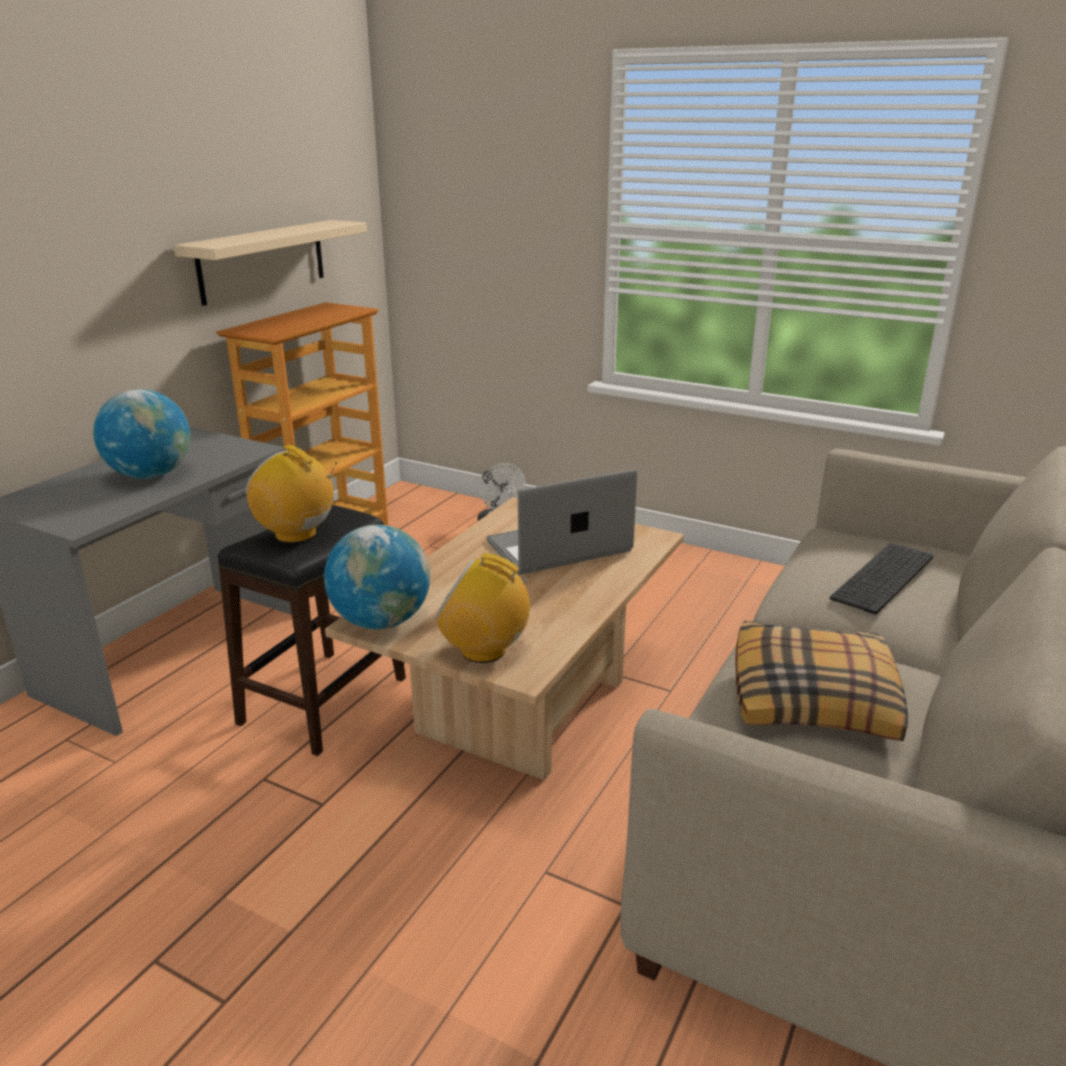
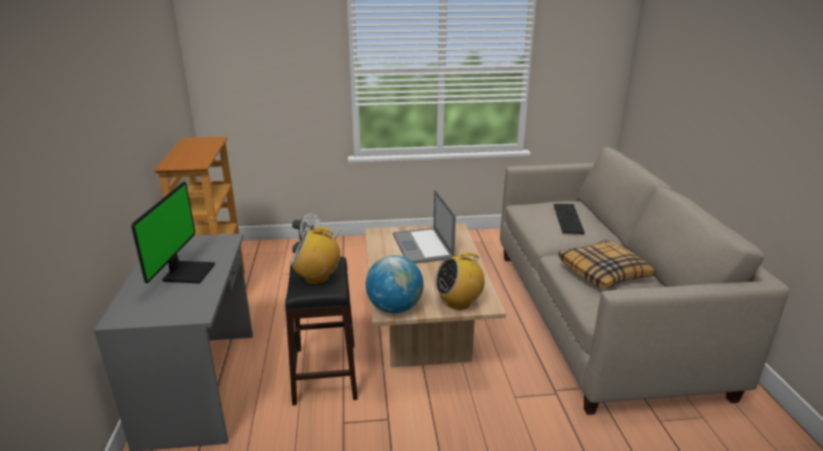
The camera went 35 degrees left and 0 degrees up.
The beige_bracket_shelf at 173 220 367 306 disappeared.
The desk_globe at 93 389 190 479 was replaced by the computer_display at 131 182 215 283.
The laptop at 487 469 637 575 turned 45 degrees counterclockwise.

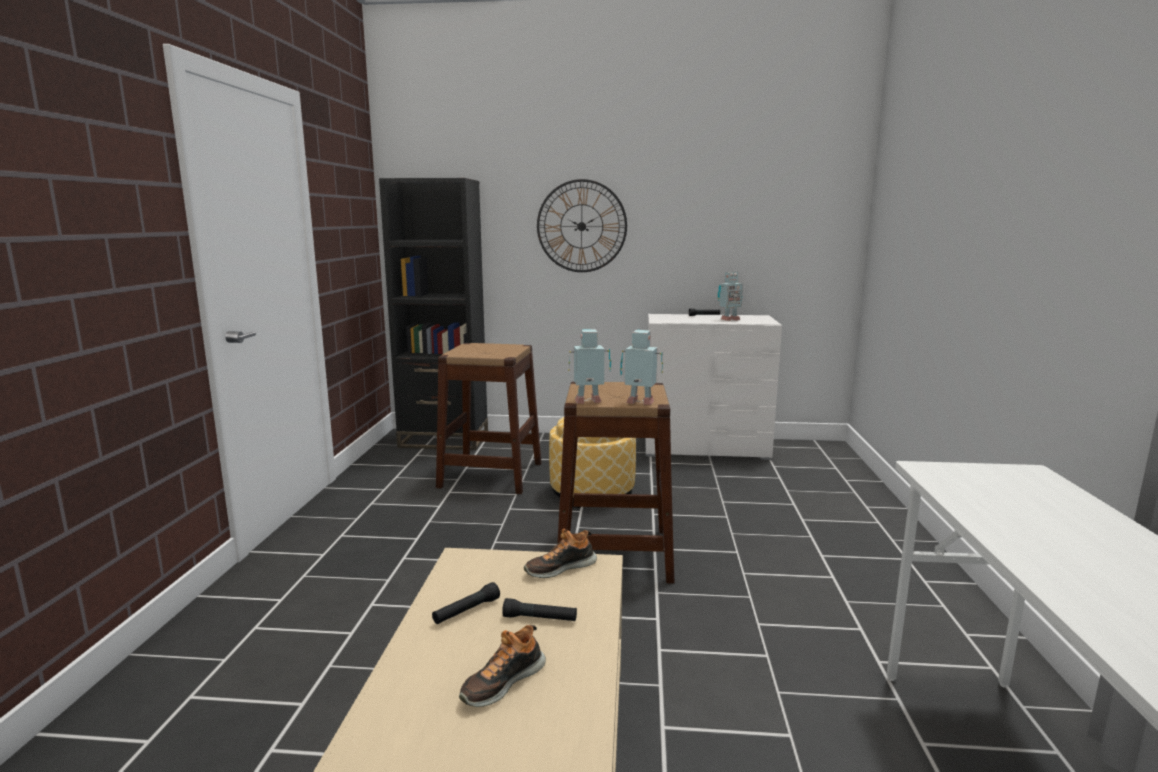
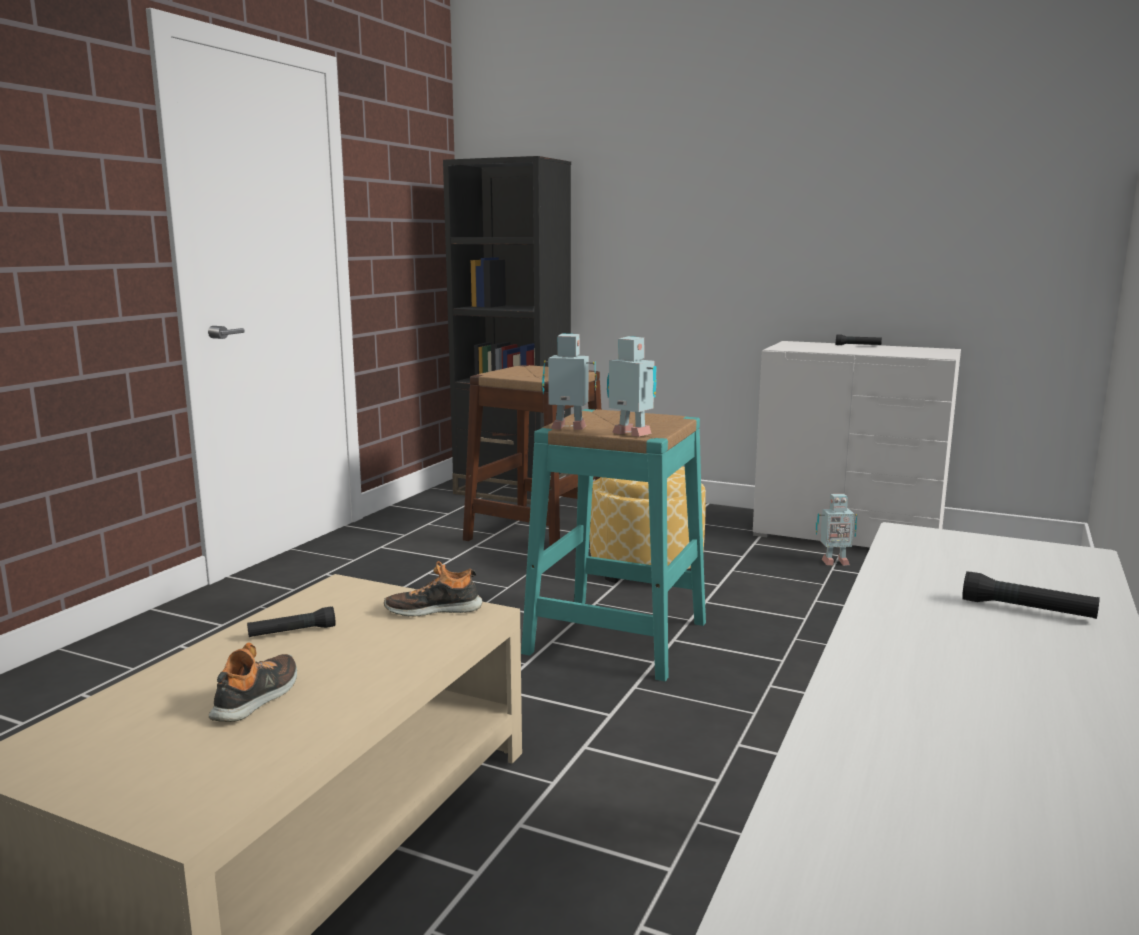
The camera went 20 degrees right and 0 degrees up.
The wall_clock at 537 179 627 272 disappeared.
The toy_robot moved from 718 272 743 321 to 816 494 858 566.
The brownish_stool_seat at 557 382 675 584 became the turquoise_stool_seat at 521 409 706 681.
The black-coloured_torch moved from 502 598 577 621 to 962 571 1100 619.
The shoe at 459 625 546 707 turned 135 degrees clockwise.

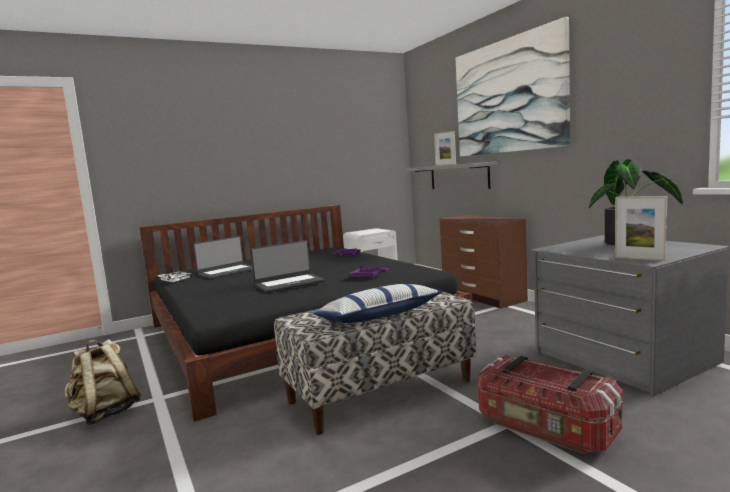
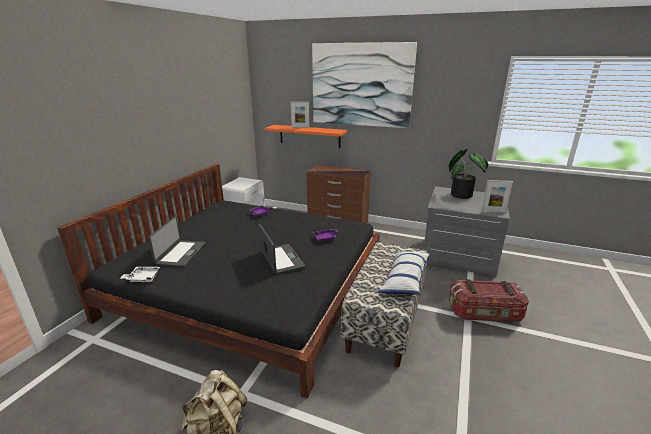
The camera went 40 degrees left and 15 degrees up.
The gray_bracket_shelf at 406 162 497 189 became the orangey_bracket_shelf at 264 125 347 148.
The laptop at 250 240 325 293 turned 45 degrees counterclockwise.

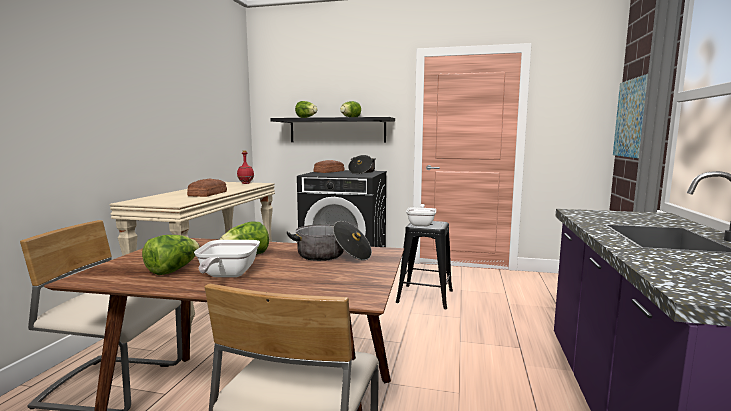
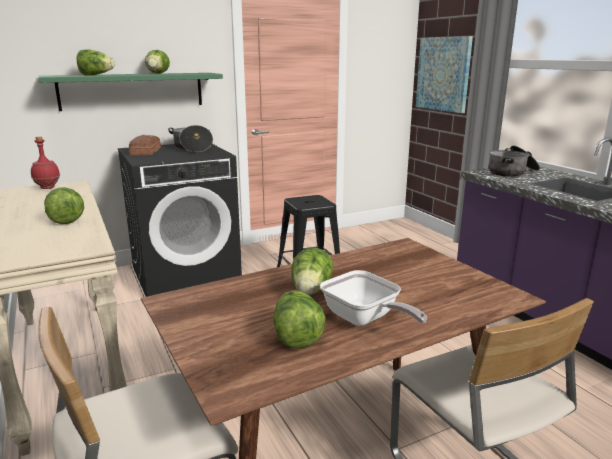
The camera went 40 degrees left and 10 degrees up.
The black-coloured_bracket_shelf at 271 117 395 143 became the green_bracket_shelf at 38 73 223 111.
The baked_bread at 187 179 227 197 was replaced by the lettuce_head at 44 187 84 224.
The frying_pan at 406 204 436 226 disappeared.
The stockpot moved from 287 221 372 261 to 489 145 540 177.

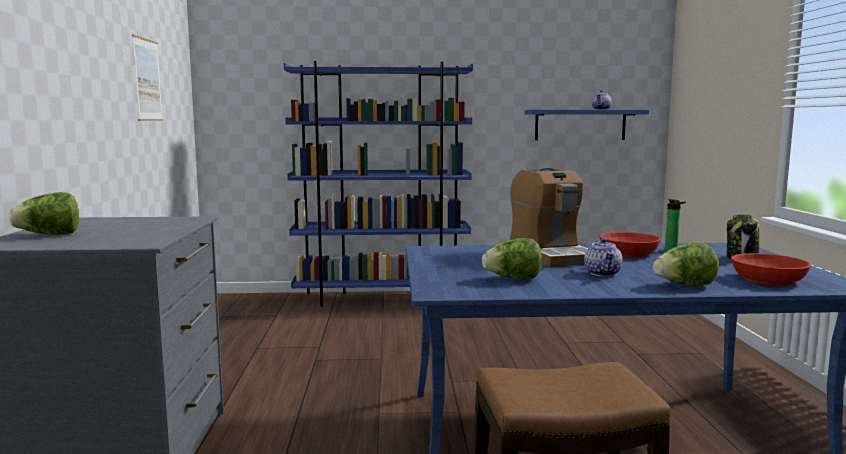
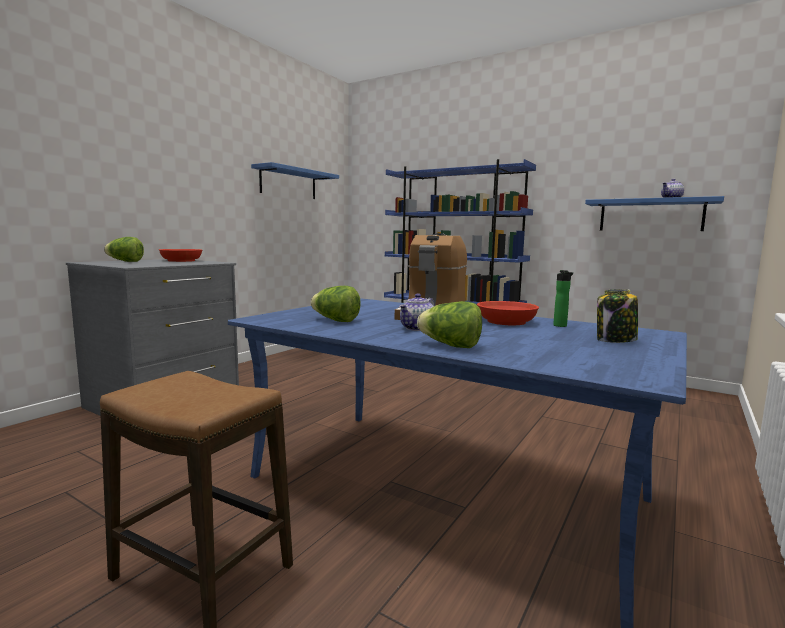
The camera went 35 degrees right and 0 degrees up.
The picture at 132 35 163 121 was replaced by the blue_bracket_shelf at 251 162 339 199.
The red-coloured_bowl moved from 731 253 812 286 to 159 249 202 262.

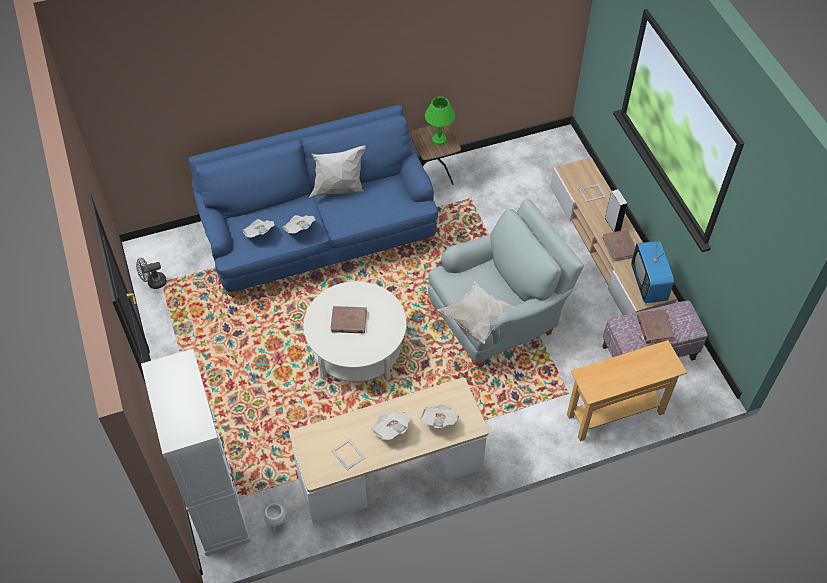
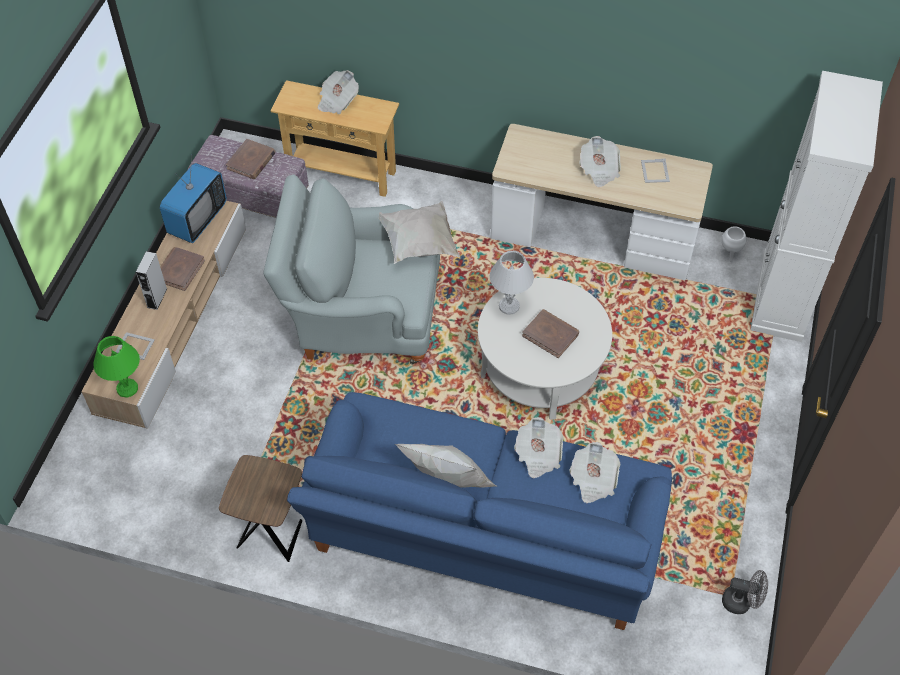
The camera went 145 degrees left and 0 degrees up.
The green_table_lamp moved from 425 97 455 145 to 93 336 140 398.
The daily_paper moved from 420 403 459 428 to 318 70 359 114.
The white_table_lamp at 490 251 534 315 appeared.

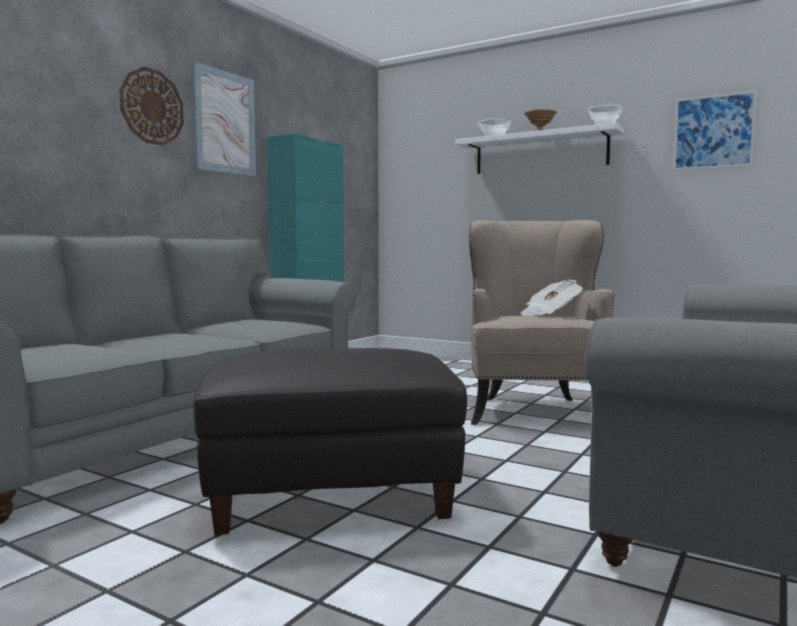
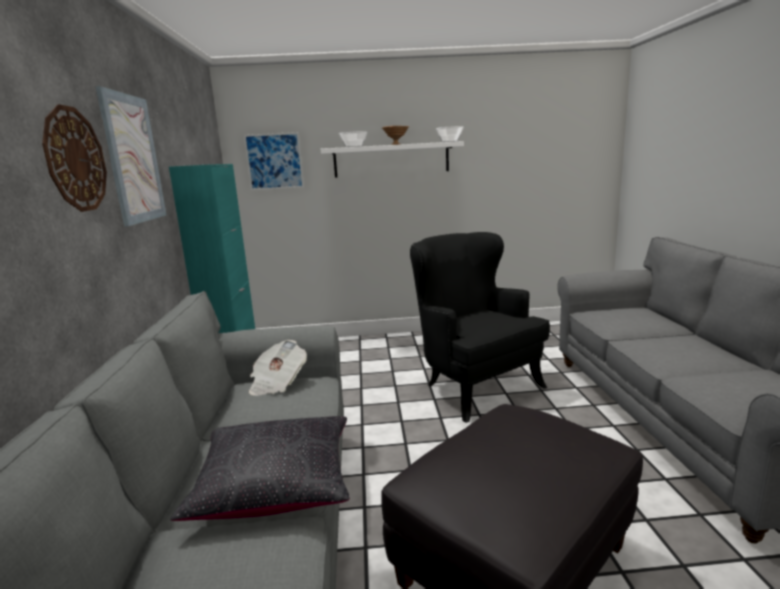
The camera went 35 degrees left and 10 degrees up.
The picture moved from 673 90 757 171 to 244 132 304 190.
The beige_armchair at 468 220 614 425 became the black-coloured_armchair at 410 232 550 423.
The daily_paper moved from 520 280 583 316 to 249 340 307 396.
The black-coloured_cushion at 170 416 350 521 appeared.

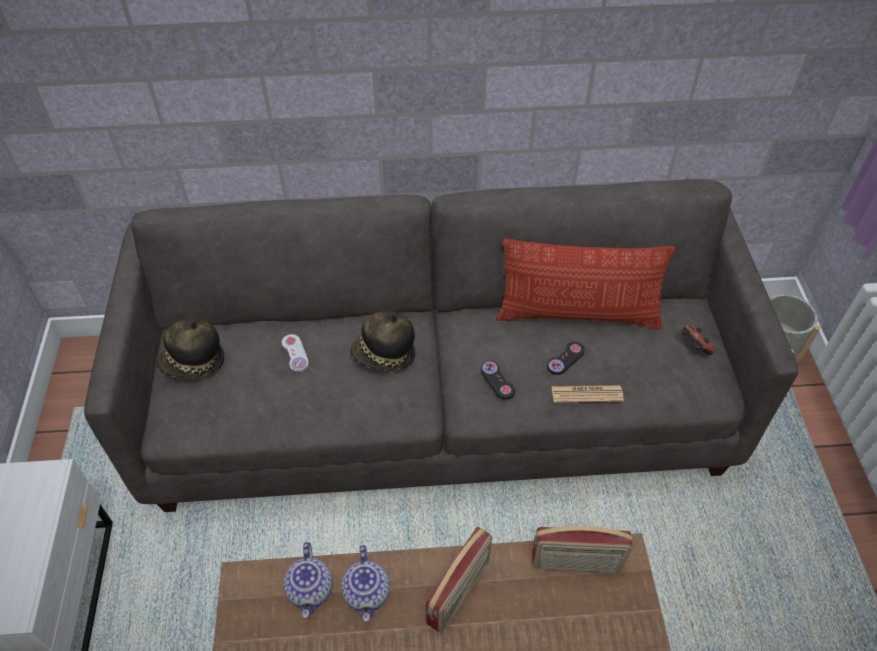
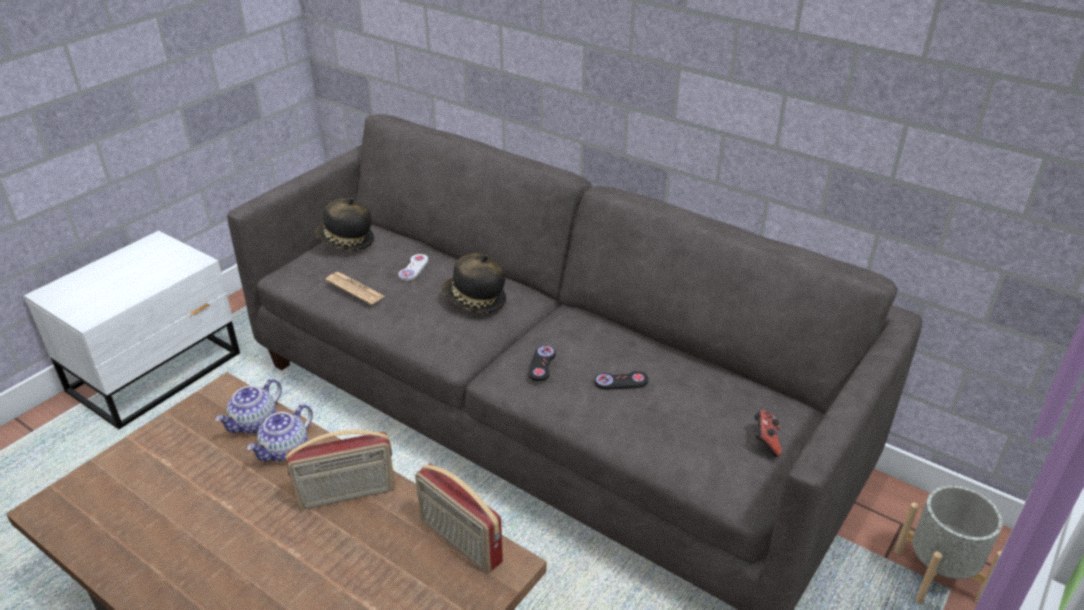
The camera went 40 degrees right and 15 degrees down.
The cushion at 496 239 676 329 disappeared.
The daily_paper moved from 552 385 624 403 to 326 272 385 304.

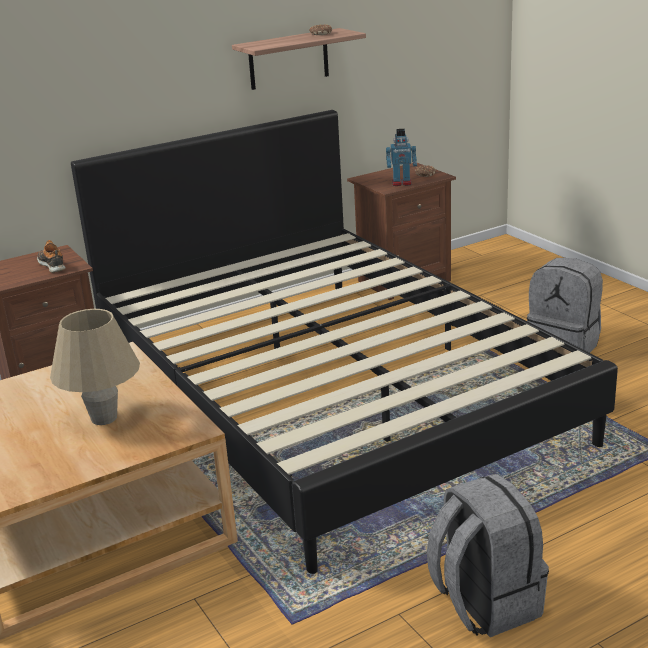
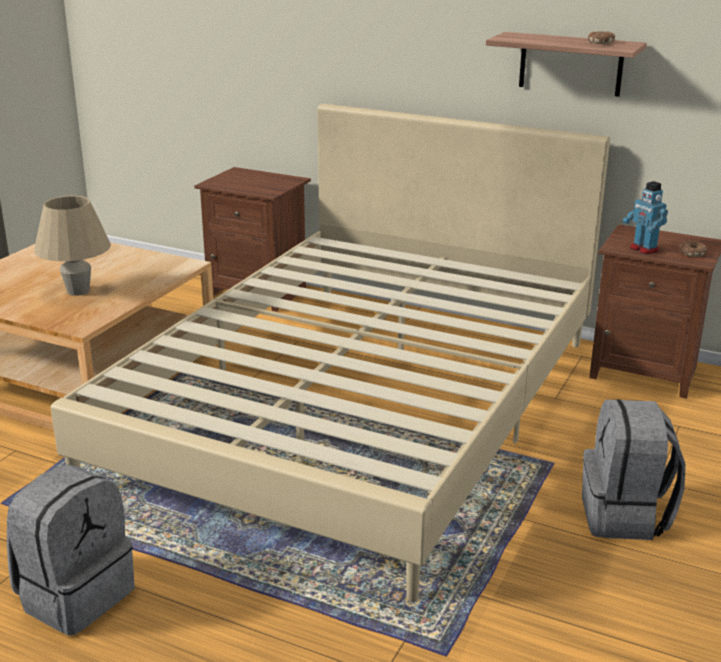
The camera went 55 degrees right and 0 degrees up.
The black-coloured_bedroom_bed at 71 110 618 574 became the beige_bedroom_bed at 51 104 610 601.
The shoe at 37 240 66 273 disappeared.

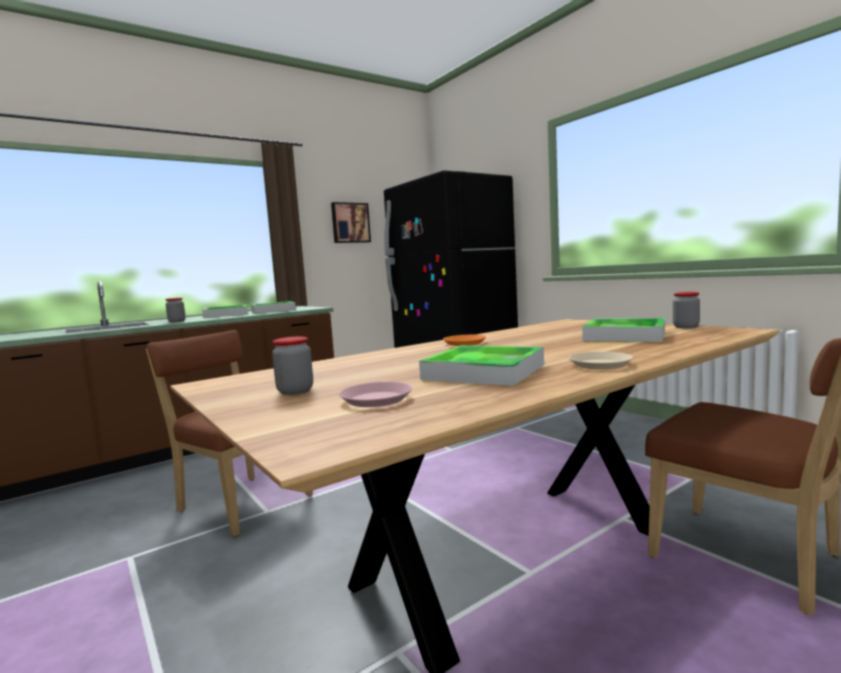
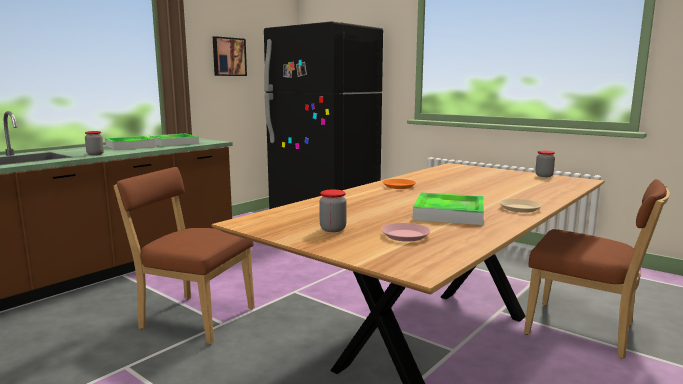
The camera went 15 degrees left and 5 degrees up.
The tray at 582 318 665 342 disappeared.

